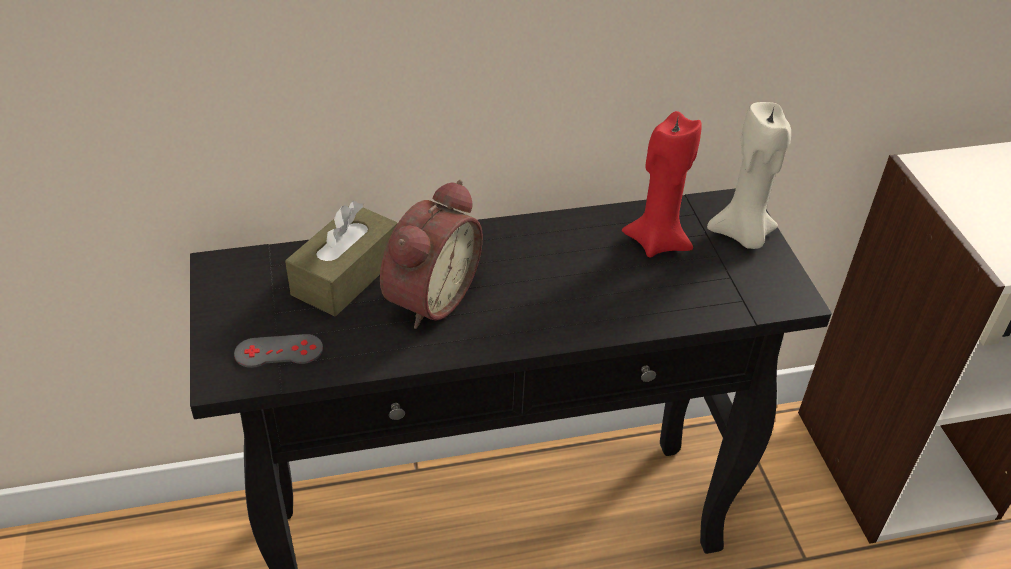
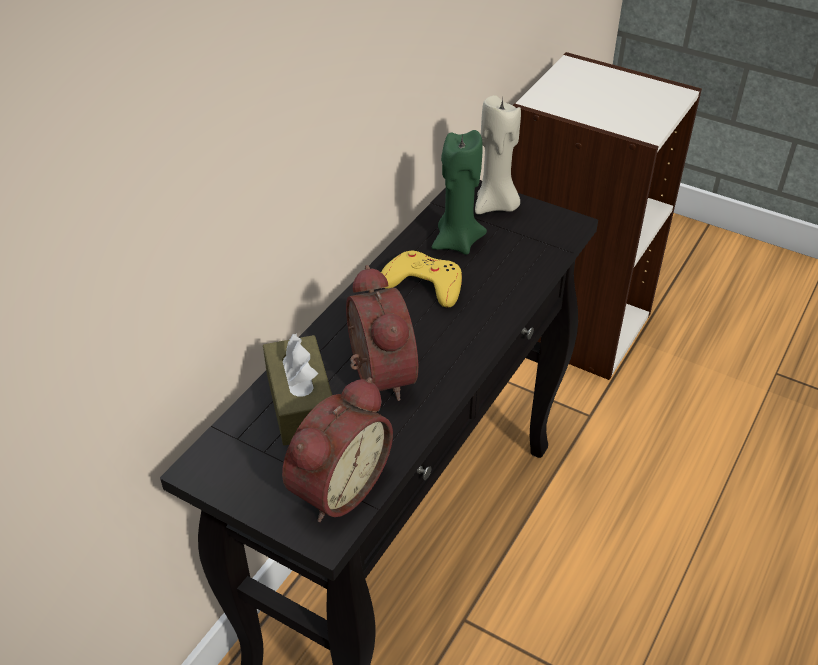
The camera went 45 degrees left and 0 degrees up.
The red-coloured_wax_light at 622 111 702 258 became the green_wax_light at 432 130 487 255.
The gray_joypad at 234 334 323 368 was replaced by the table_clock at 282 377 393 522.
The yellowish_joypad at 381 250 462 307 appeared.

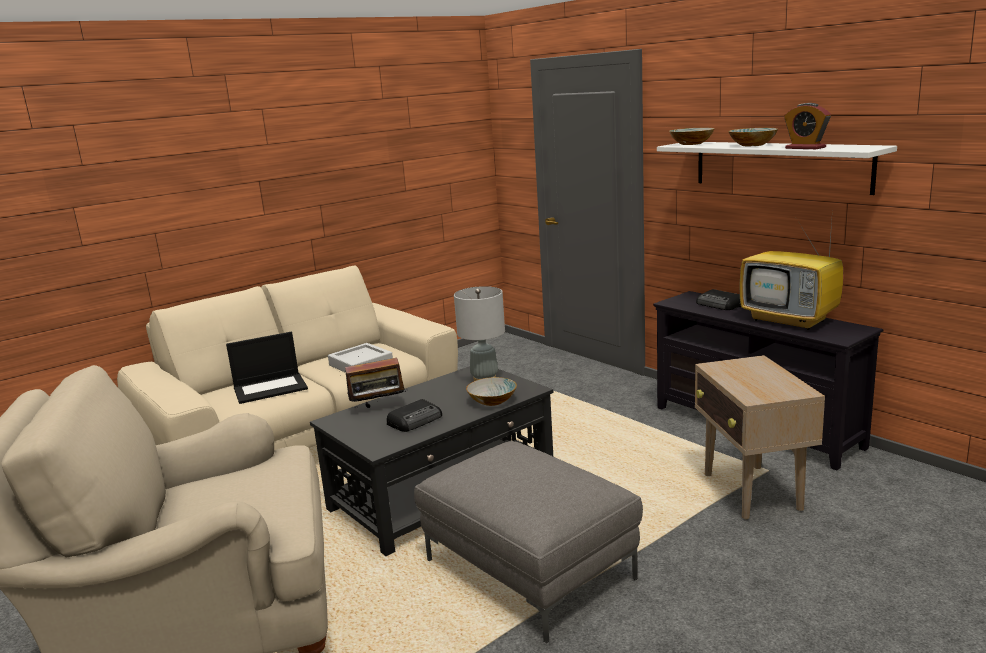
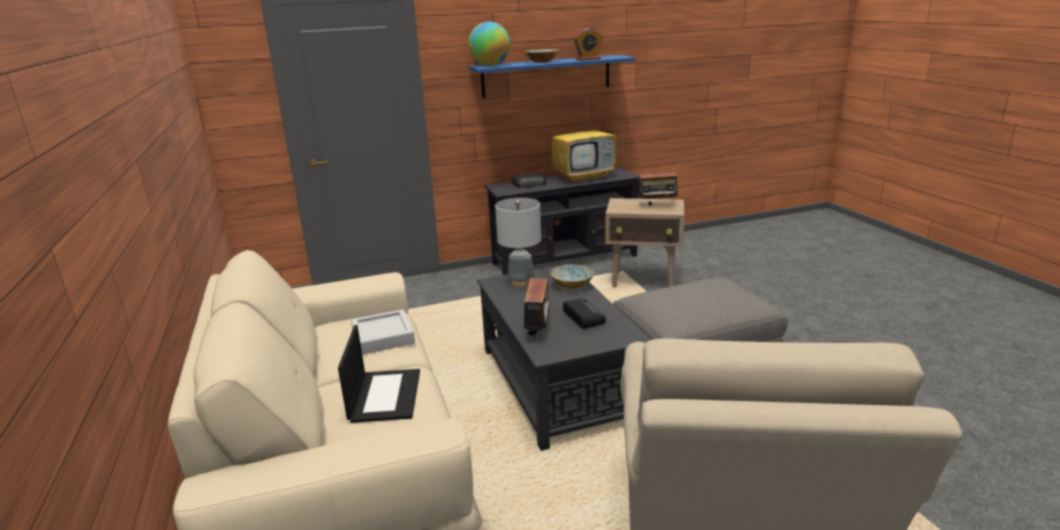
The camera went 70 degrees left and 5 degrees up.
The bowl at 669 128 715 145 was replaced by the desk_globe at 468 22 511 66.
The white_bracket_shelf at 657 142 897 195 became the blue_bracket_shelf at 469 55 635 98.
The radio at 638 172 680 205 appeared.

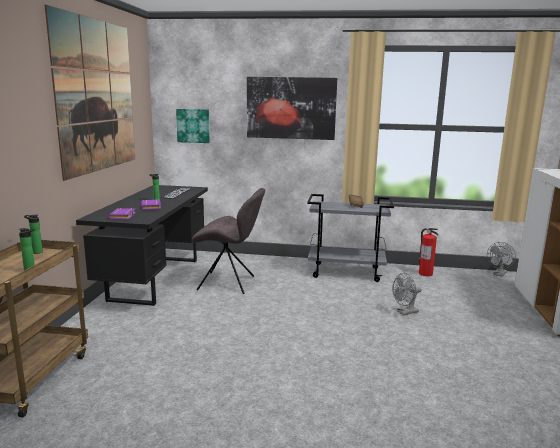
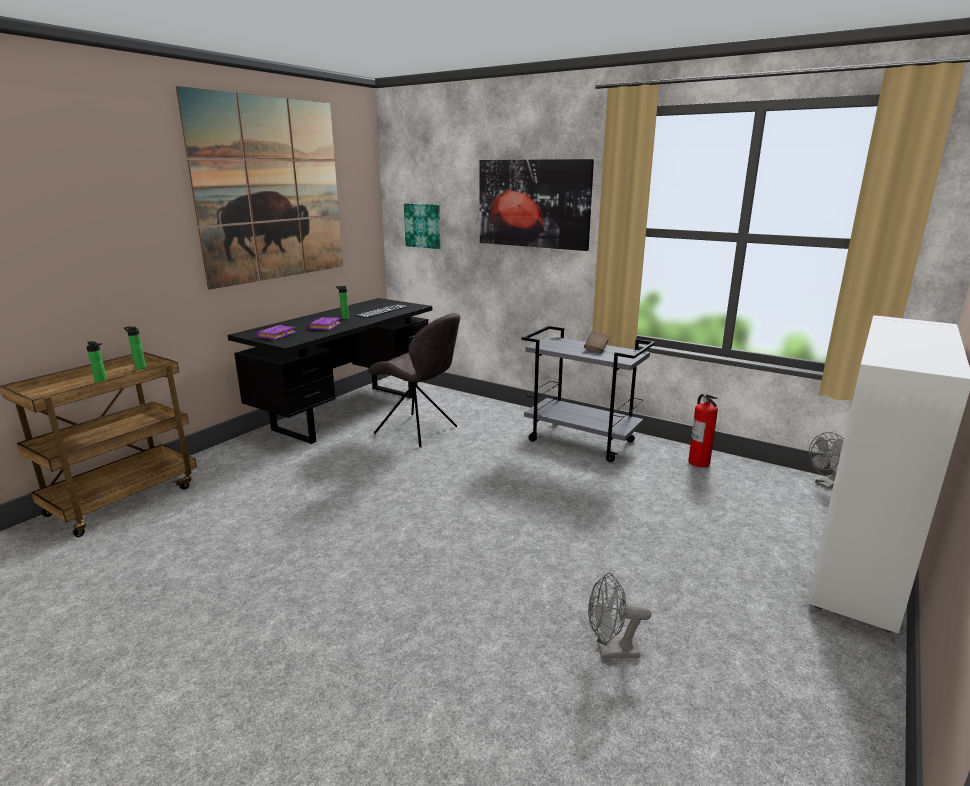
The camera went 25 degrees right and 5 degrees up.
The gray_electric_fan moved from 392 273 422 315 to 588 573 651 658.

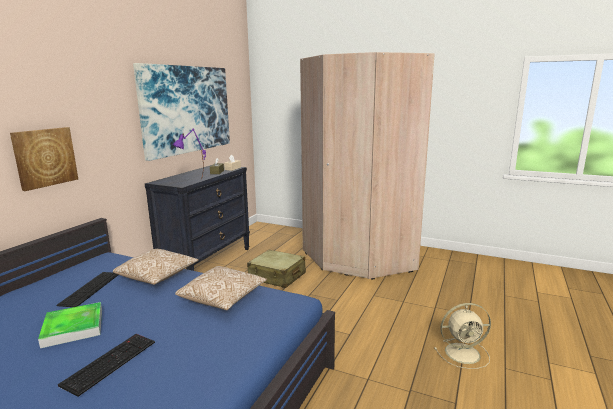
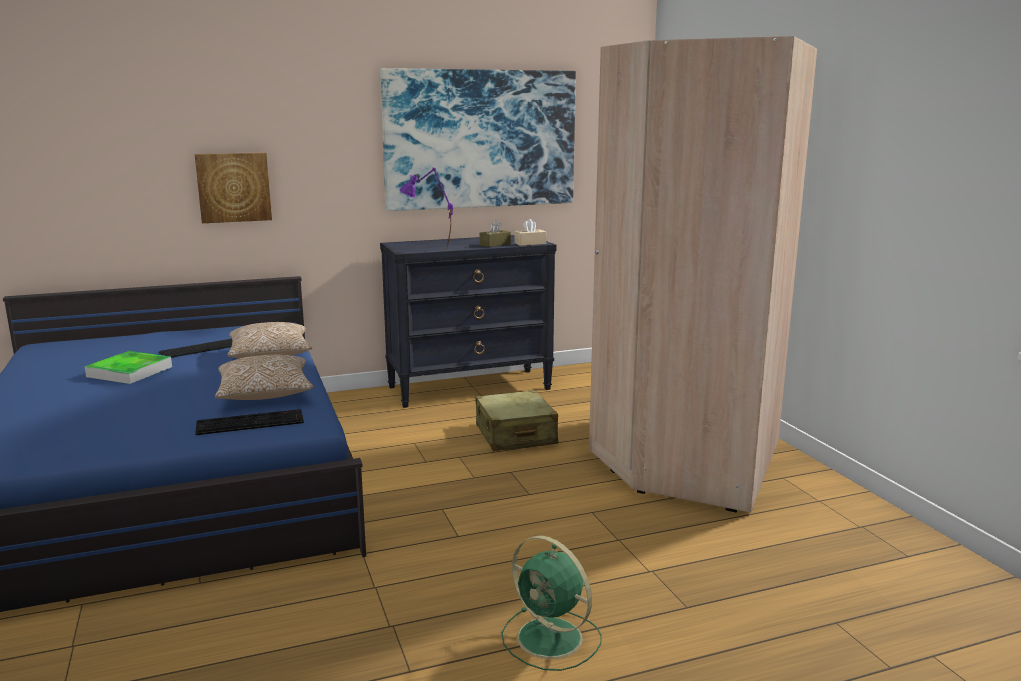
The camera went 45 degrees right and 0 degrees up.
The beige_electric_fan at 434 303 491 369 became the green_electric_fan at 501 536 602 671.
The PC_keyboard moved from 58 334 155 397 to 195 409 304 435.

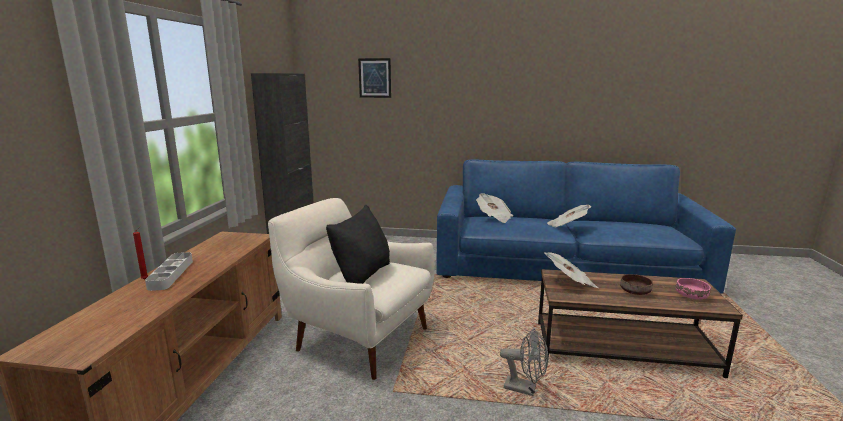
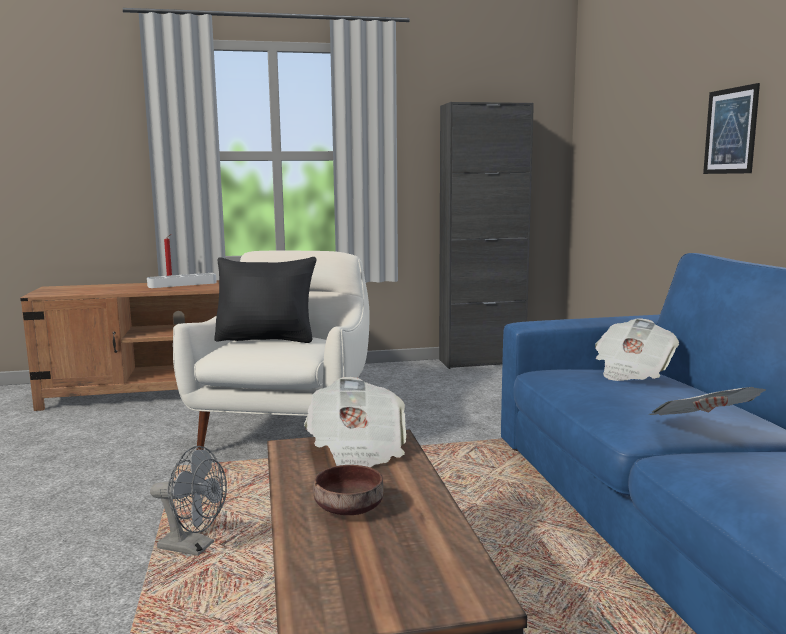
The camera went 70 degrees right and 5 degrees down.
The picture moved from 358 58 391 98 to 703 83 760 174.
The pink_bowl at 676 278 711 299 disappeared.
The gray_electric_fan at 500 329 548 396 turned 75 degrees counterclockwise.

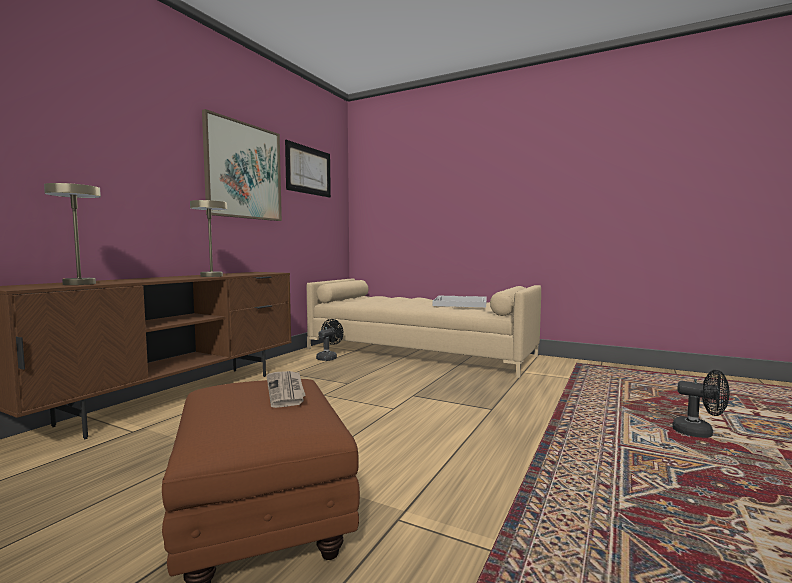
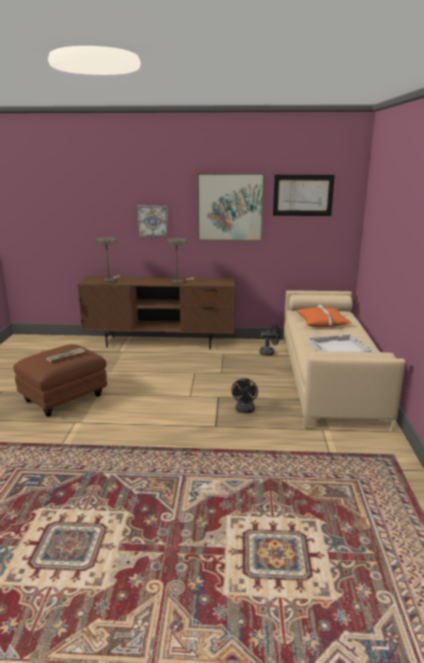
The camera went 65 degrees right and 15 degrees up.
The black-coloured_electric_fan moved from 672 370 730 438 to 231 378 258 413.
The picture at 137 206 168 237 appeared.
The orangey_cushion at 296 305 351 327 appeared.

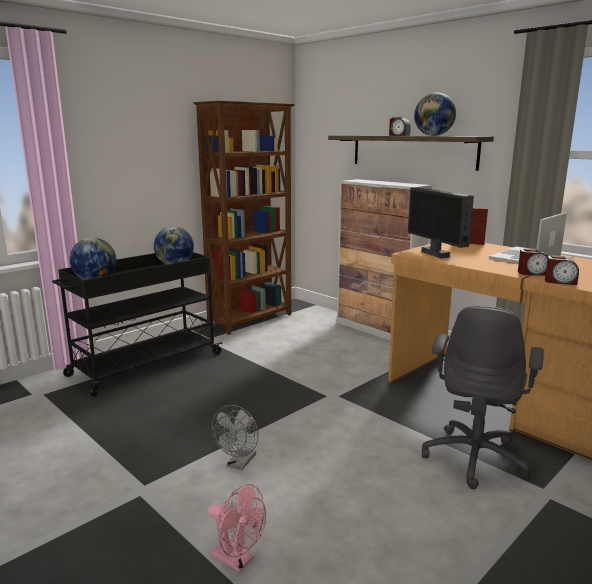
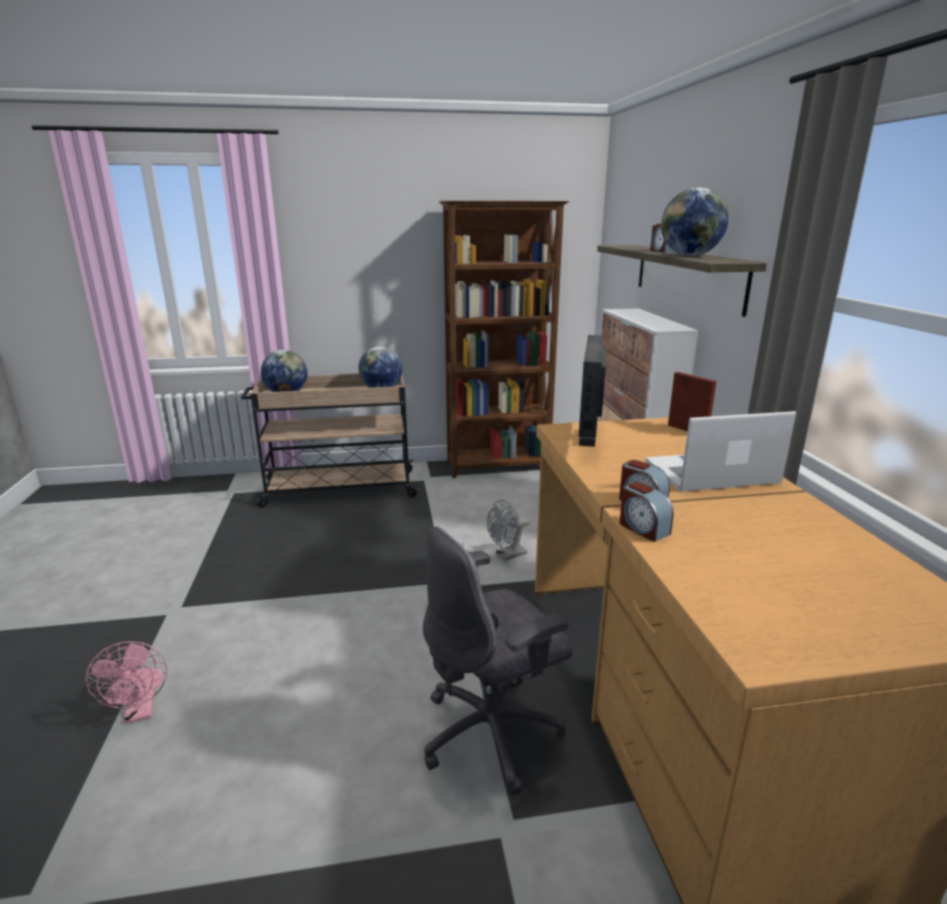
The camera went 35 degrees right and 5 degrees up.
The black-coloured_wheeled_cart at 52 252 223 396 became the beige_wheeled_cart at 241 373 418 508.
The gray_electric_fan moved from 212 405 258 470 to 487 500 530 561.

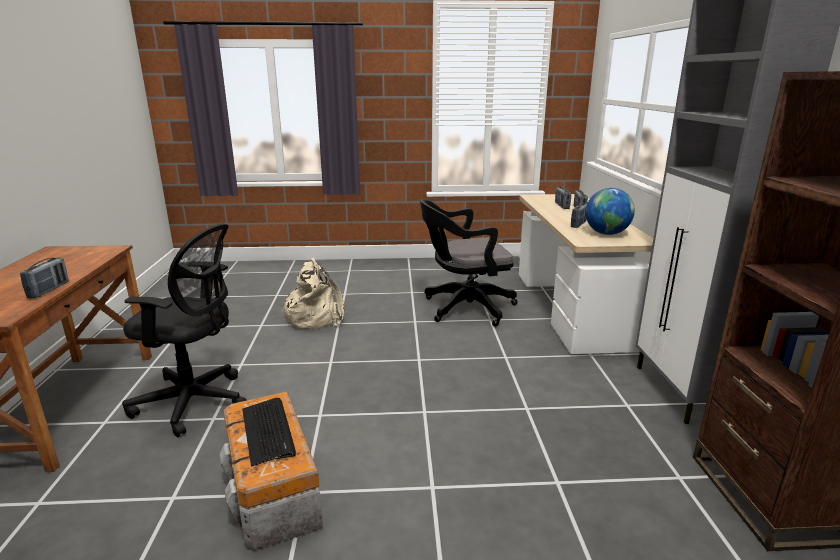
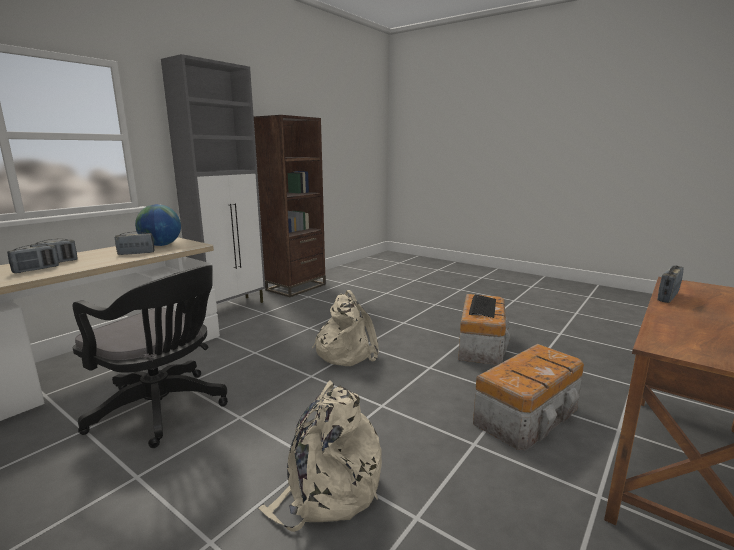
The camera went 140 degrees left and 5 degrees down.
The black-coloured_desk_chair at 122 224 247 437 was replaced by the storage_bin at 473 344 584 450.
The beige_rucksack at 312 290 379 366 appeared.

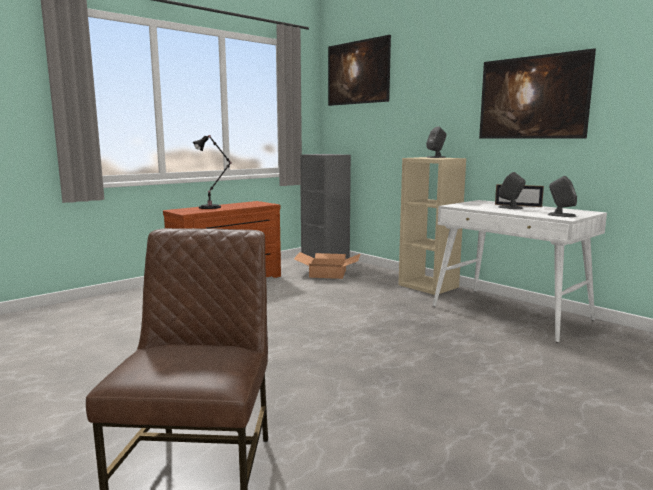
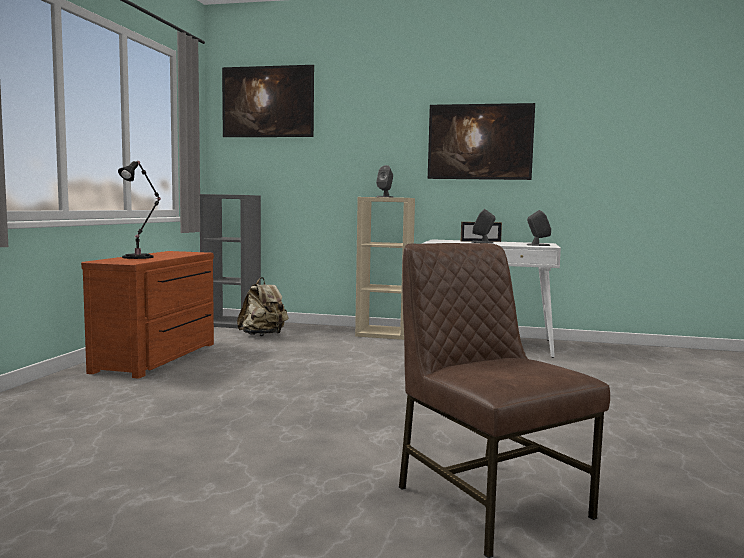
The camera went 35 degrees left and 5 degrees down.
The cardboard_box at 294 252 360 279 was replaced by the beige_rucksack at 237 277 289 336.

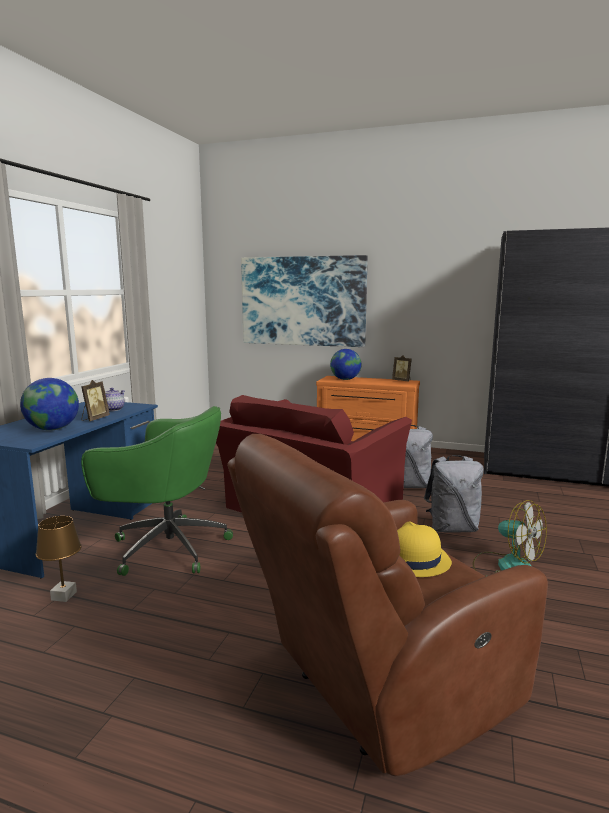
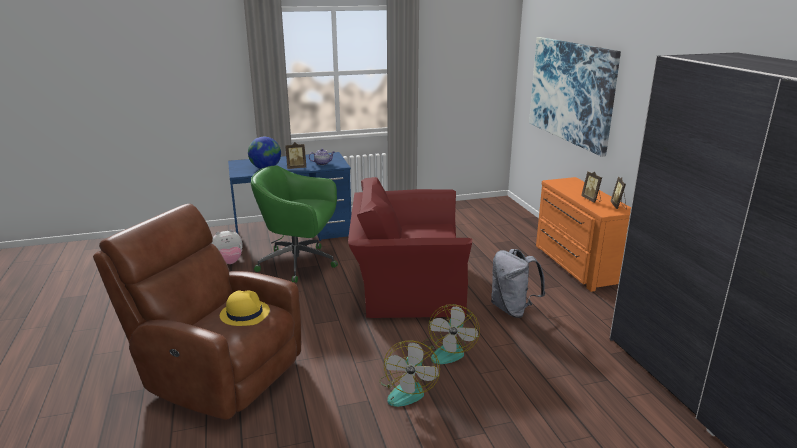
The camera went 55 degrees right and 10 degrees up.
The desk_globe at 330 349 362 380 disappeared.
The green_desk_chair at 81 406 233 576 turned 120 degrees clockwise.
The gray_rucksack at 424 455 484 533 was replaced by the electric_fan at 423 304 480 364.
The brownish_table_lamp at 36 516 82 602 was replaced by the soft_toy at 211 229 243 264.
The picture_frame at 581 171 602 203 appeared.

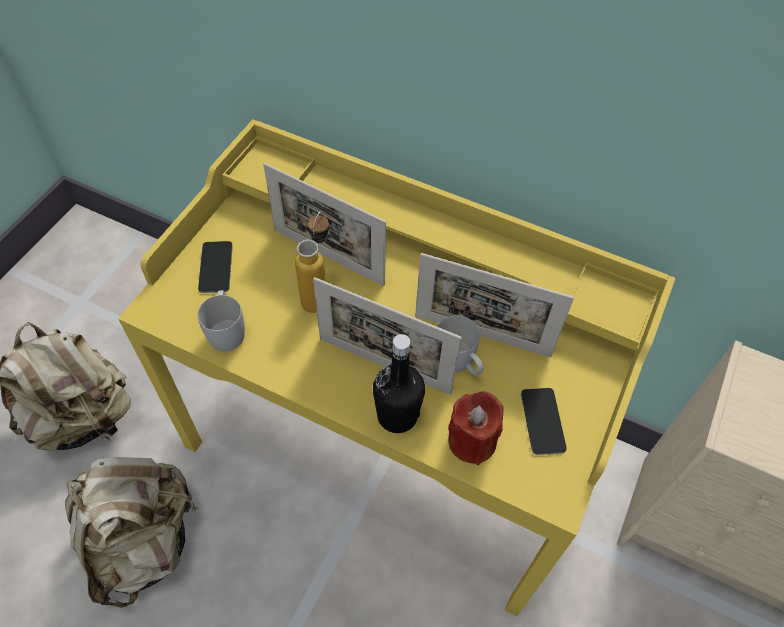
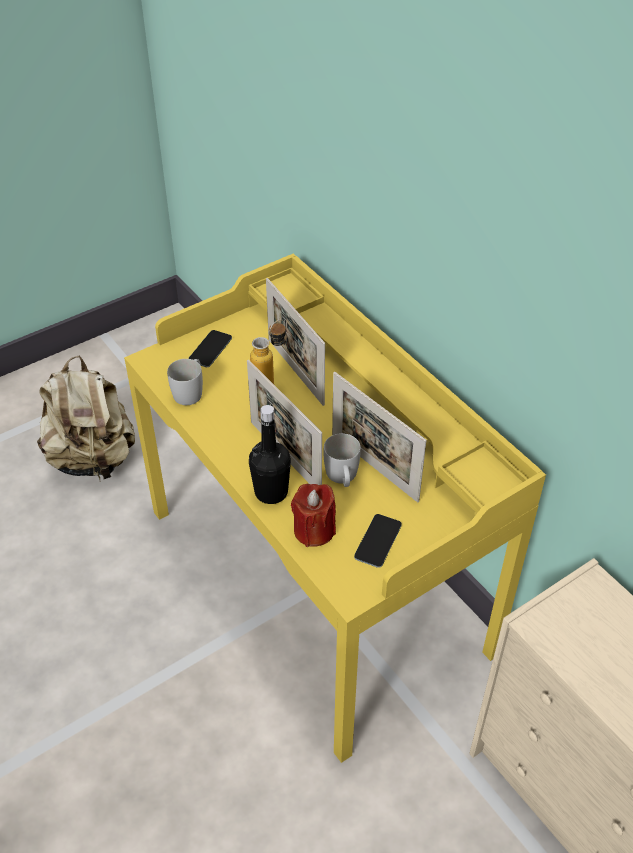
The camera went 30 degrees right and 10 degrees down.
The beige_rucksack at 65 457 199 608 disappeared.

